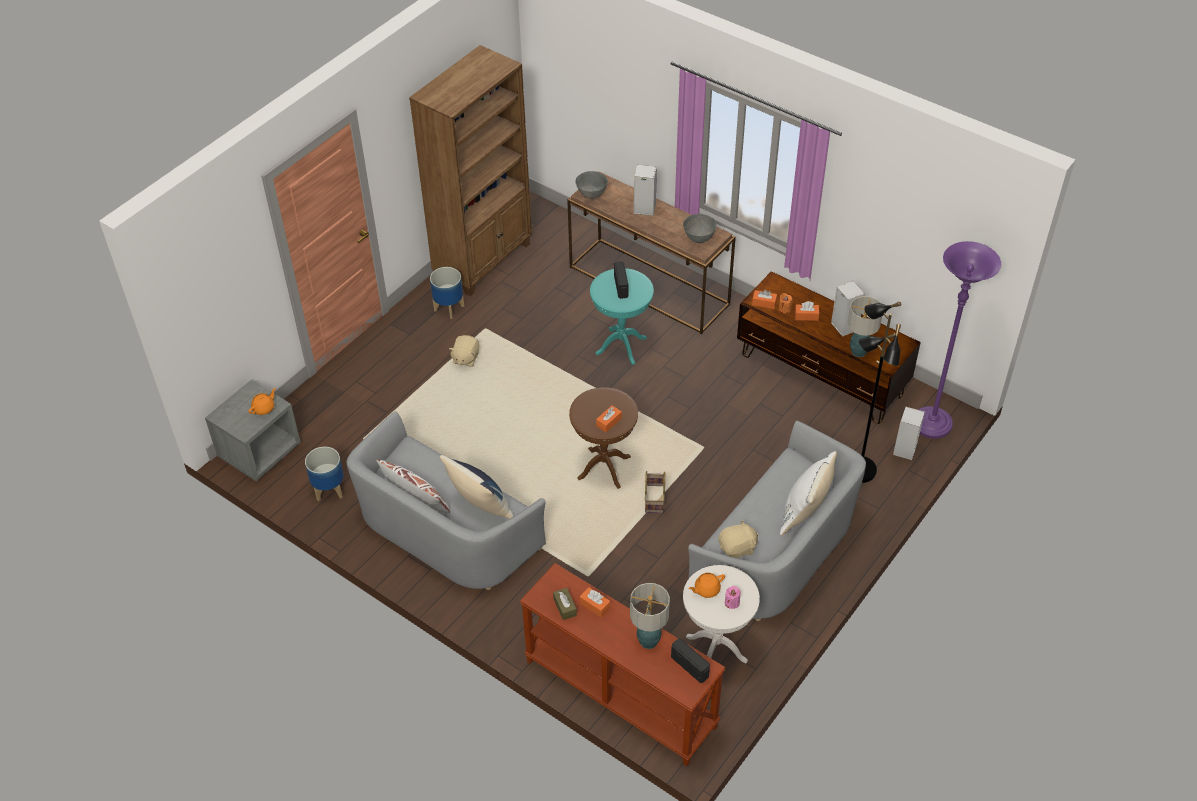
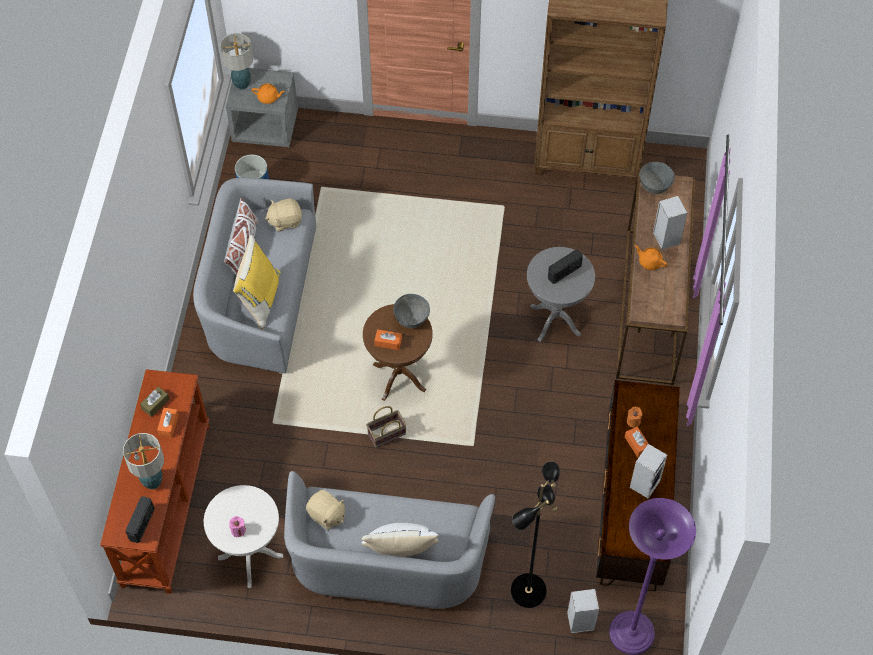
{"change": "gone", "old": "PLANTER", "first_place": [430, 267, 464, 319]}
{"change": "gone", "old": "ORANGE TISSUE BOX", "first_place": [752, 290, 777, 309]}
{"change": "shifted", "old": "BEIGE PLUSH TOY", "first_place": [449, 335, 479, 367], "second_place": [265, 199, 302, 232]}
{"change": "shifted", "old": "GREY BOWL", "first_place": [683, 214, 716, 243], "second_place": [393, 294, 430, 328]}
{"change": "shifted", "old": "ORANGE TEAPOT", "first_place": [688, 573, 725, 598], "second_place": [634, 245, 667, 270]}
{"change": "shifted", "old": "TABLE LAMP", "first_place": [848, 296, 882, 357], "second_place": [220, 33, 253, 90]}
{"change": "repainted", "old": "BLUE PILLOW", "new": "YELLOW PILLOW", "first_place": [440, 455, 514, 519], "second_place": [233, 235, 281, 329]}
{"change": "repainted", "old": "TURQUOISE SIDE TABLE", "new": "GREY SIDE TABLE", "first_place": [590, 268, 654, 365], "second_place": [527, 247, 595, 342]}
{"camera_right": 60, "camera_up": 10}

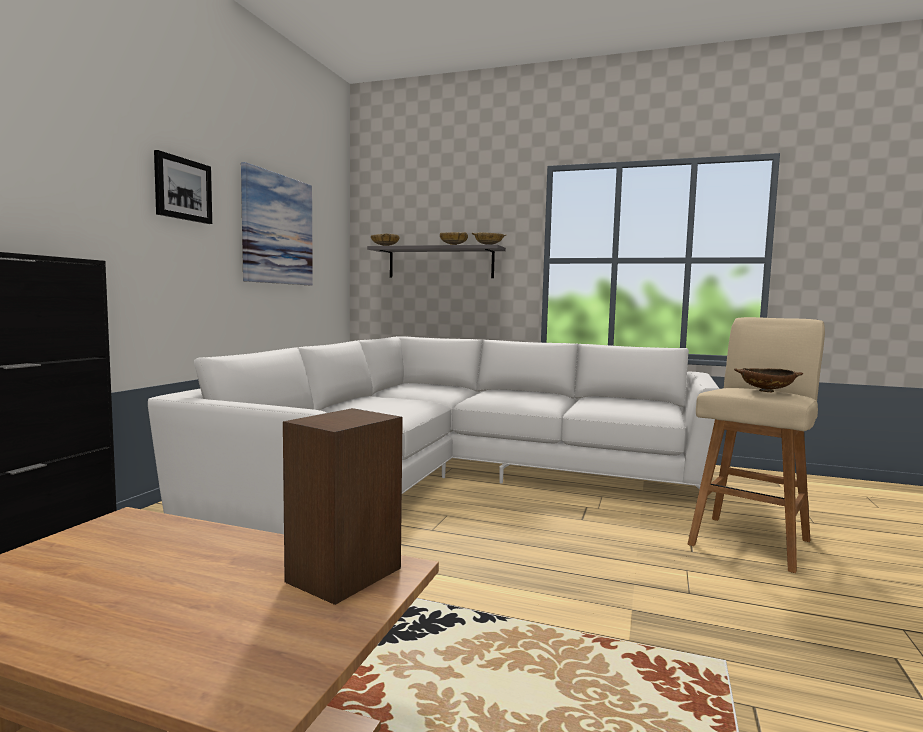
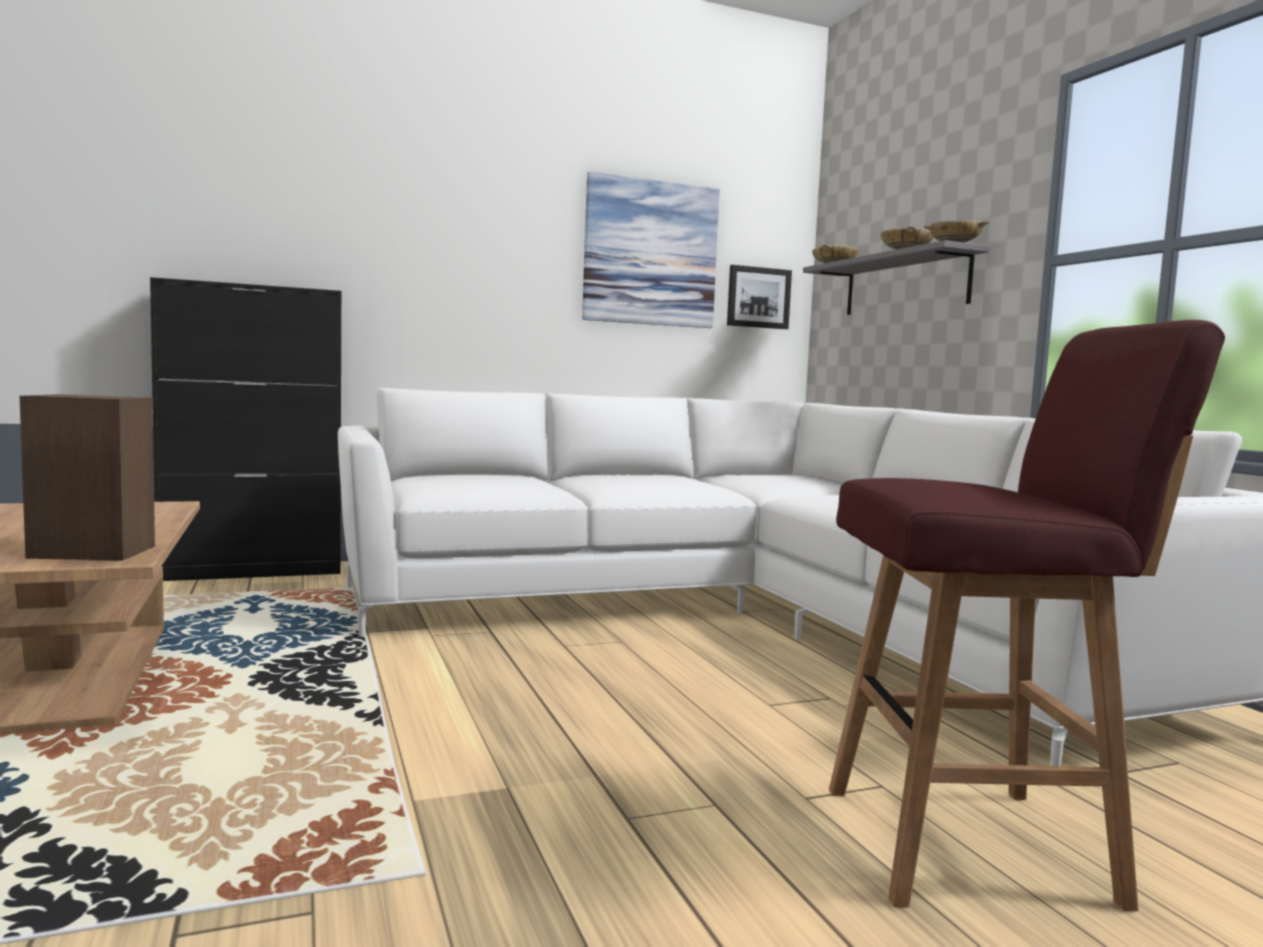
{"change": "gone", "old": "BROWN BOWL", "first_place": [734, 368, 803, 392]}
{"change": "shifted", "old": "PICTURE", "first_place": [154, 150, 212, 224], "second_place": [727, 265, 792, 329]}
{"change": "repainted", "old": "BEIGE STOOL", "new": "RED STOOL", "first_place": [688, 317, 825, 573], "second_place": [829, 320, 1225, 911]}
{"camera_right": 50, "camera_up": 0}

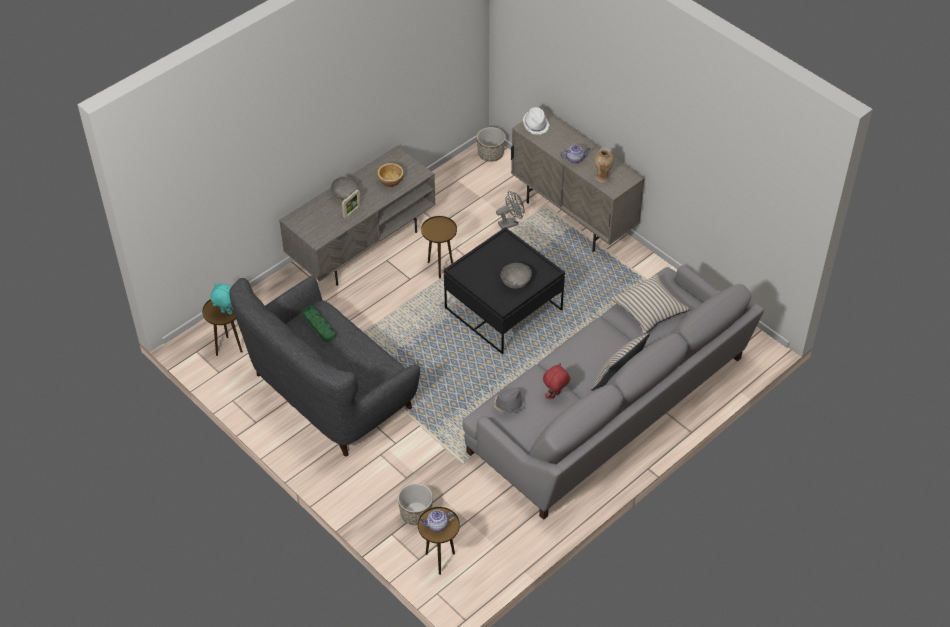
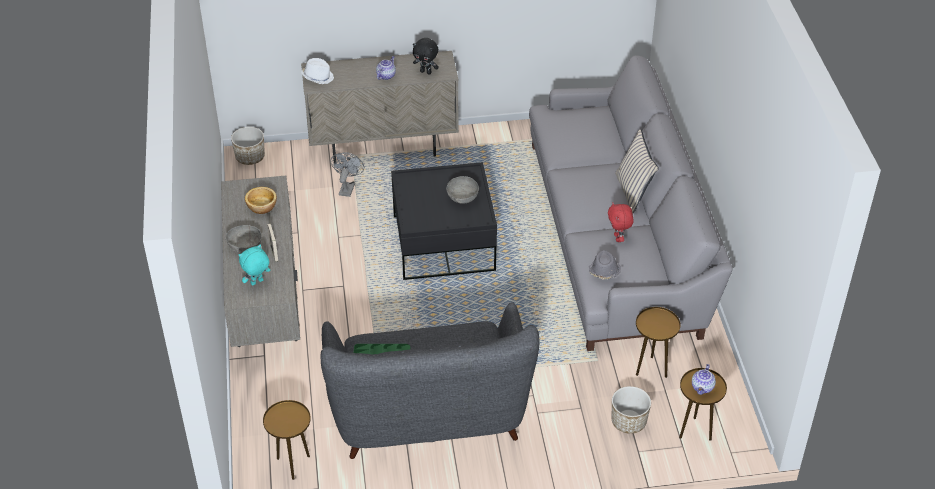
{"change": "gone", "old": "BEIGE PILLOW", "first_place": [610, 275, 690, 334]}
{"change": "shifted", "old": "TURQUOISE PLUSH TOY", "first_place": [210, 283, 233, 315], "second_place": [239, 244, 270, 286]}
{"change": "shifted", "old": "BROWN SIDE TABLE", "first_place": [421, 216, 457, 278], "second_place": [636, 307, 680, 378]}
{"change": "swapped", "old": "VASE", "new": "BLACK PLUSH TOY", "first_place": [594, 148, 614, 183], "second_place": [413, 38, 439, 74]}
{"camera_right": -55, "camera_up": -5}

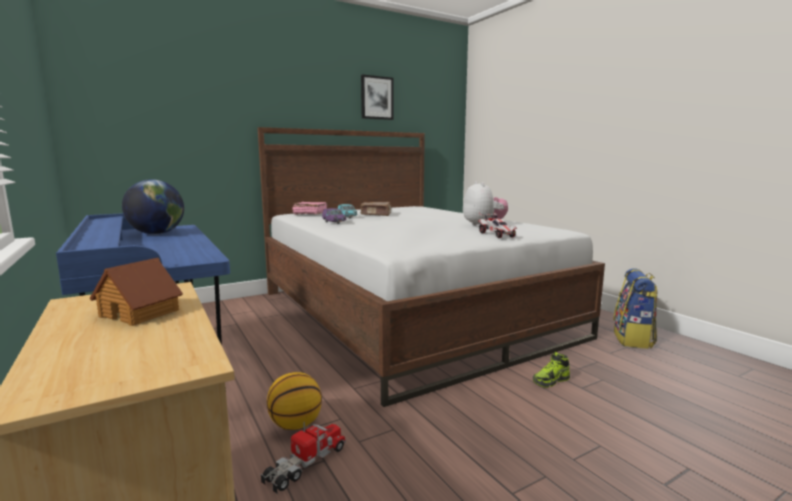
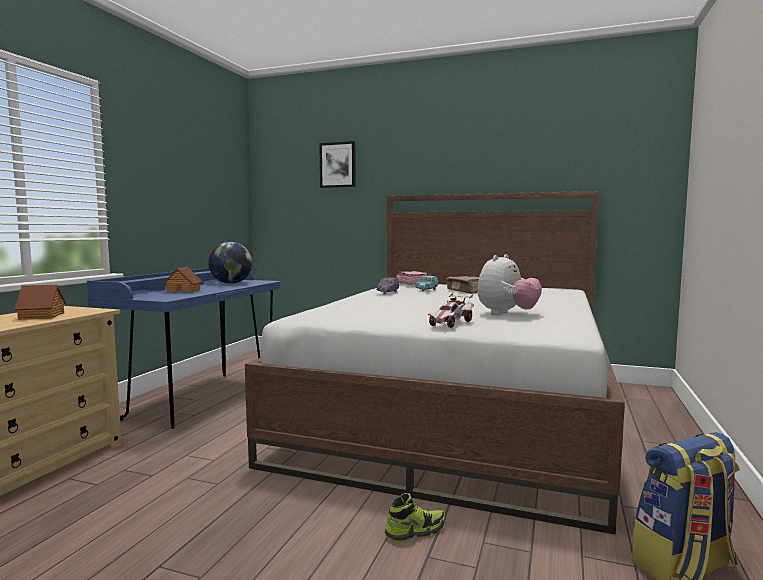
{"change": "gone", "old": "TOY TRUCK", "first_place": [260, 422, 346, 494]}
{"change": "gone", "old": "BASKETBALL", "first_place": [267, 372, 322, 430]}
{"change": "new", "new": "TOY HOUSE", "second_place": [163, 267, 203, 293]}
{"change": "shifted", "old": "PICTURE", "first_place": [361, 74, 394, 120], "second_place": [319, 141, 356, 188]}
{"change": "rotated", "old": "SHOE", "first_place": [533, 351, 570, 388], "second_place": [385, 493, 446, 542], "degrees": 135}
{"camera_right": 50, "camera_up": -5}

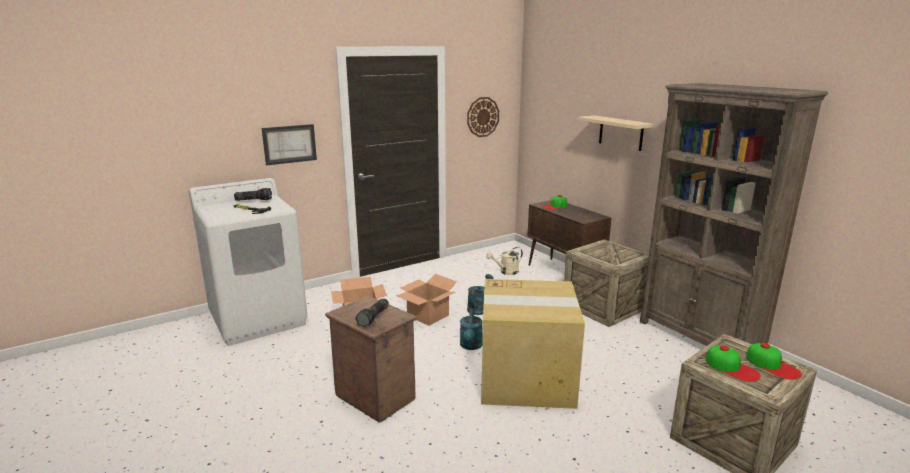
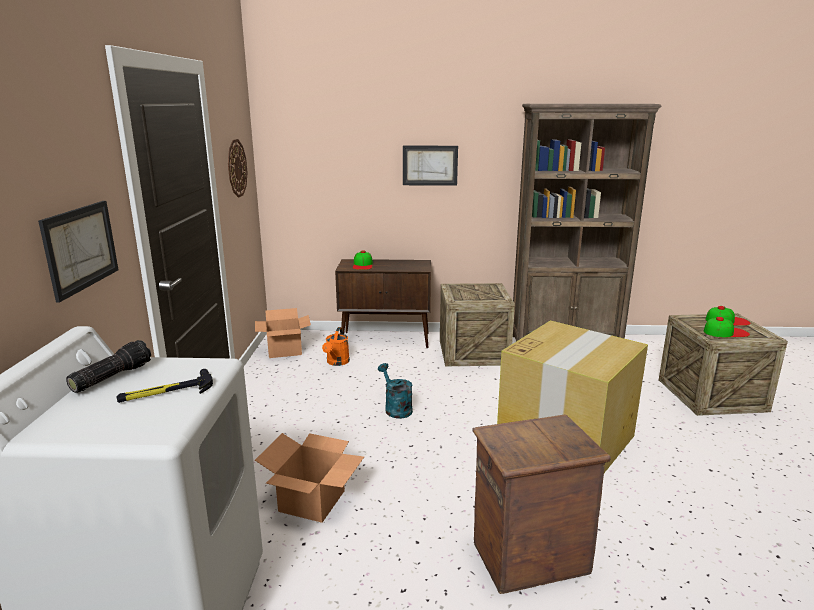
{"change": "gone", "old": "FLASHLIGHT", "first_place": [356, 298, 389, 327]}
{"change": "gone", "old": "TURQUOISE WATERING CAN", "first_place": [460, 309, 483, 350]}
{"change": "shifted", "old": "CARDBOARD BOX", "first_place": [396, 274, 457, 326], "second_place": [255, 308, 311, 358]}
{"change": "swapped", "old": "BEIGE SHELF", "new": "PICTURE", "first_place": [578, 115, 653, 151], "second_place": [403, 146, 458, 186]}
{"change": "repainted", "old": "BEIGE WATERING CAN", "new": "ORANGE WATERING CAN", "first_place": [486, 247, 523, 275], "second_place": [322, 327, 350, 366]}
{"camera_right": -55, "camera_up": 0}

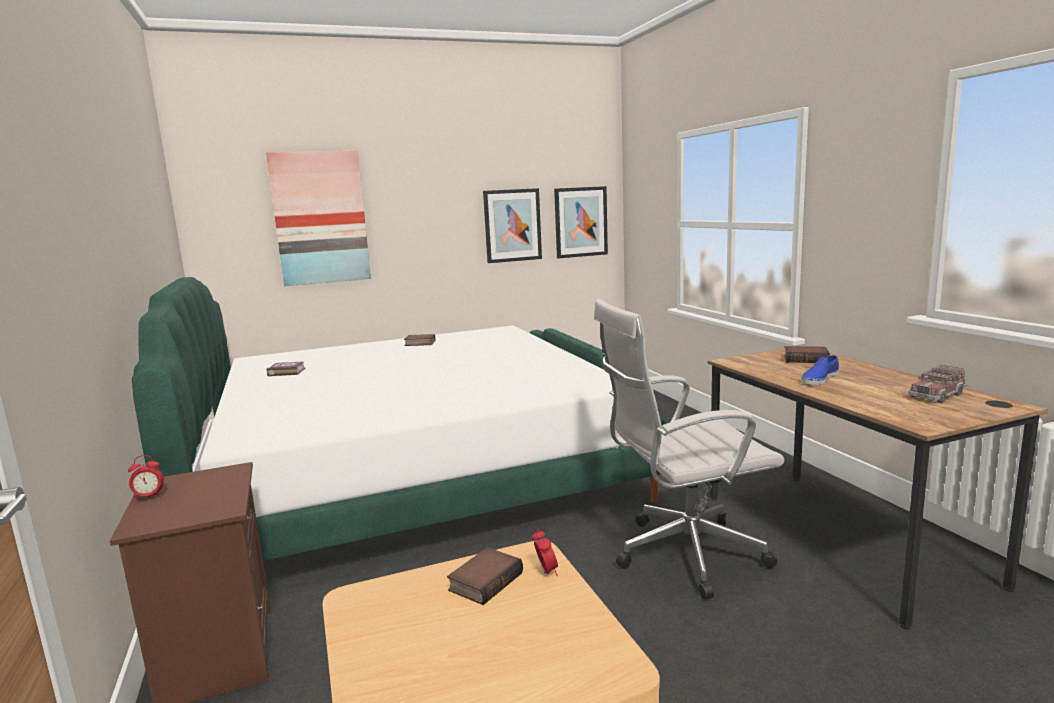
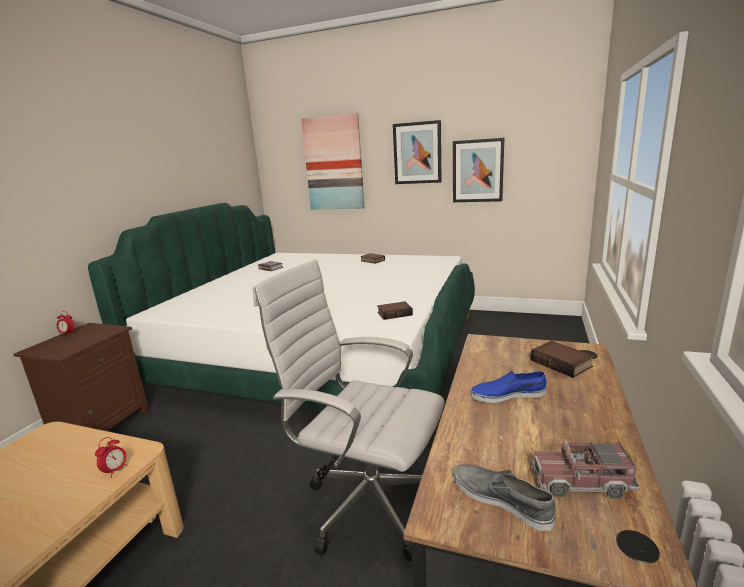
{"change": "new", "new": "GREY SHOE", "second_place": [454, 464, 556, 531]}
{"change": "shifted", "old": "BOOK", "first_place": [447, 547, 523, 605], "second_place": [377, 301, 413, 320]}
{"change": "shifted", "old": "PICTURE", "first_place": [554, 186, 608, 258], "second_place": [393, 120, 441, 184]}
{"camera_right": 40, "camera_up": 5}

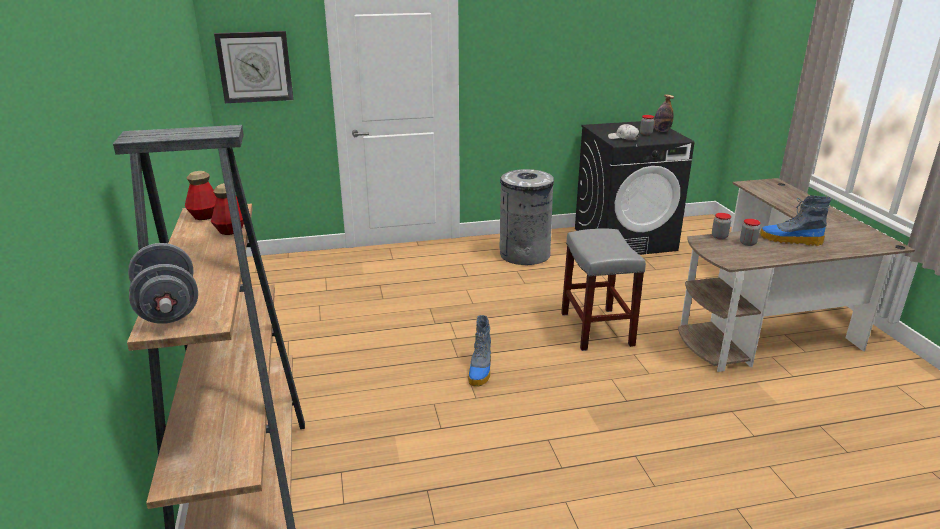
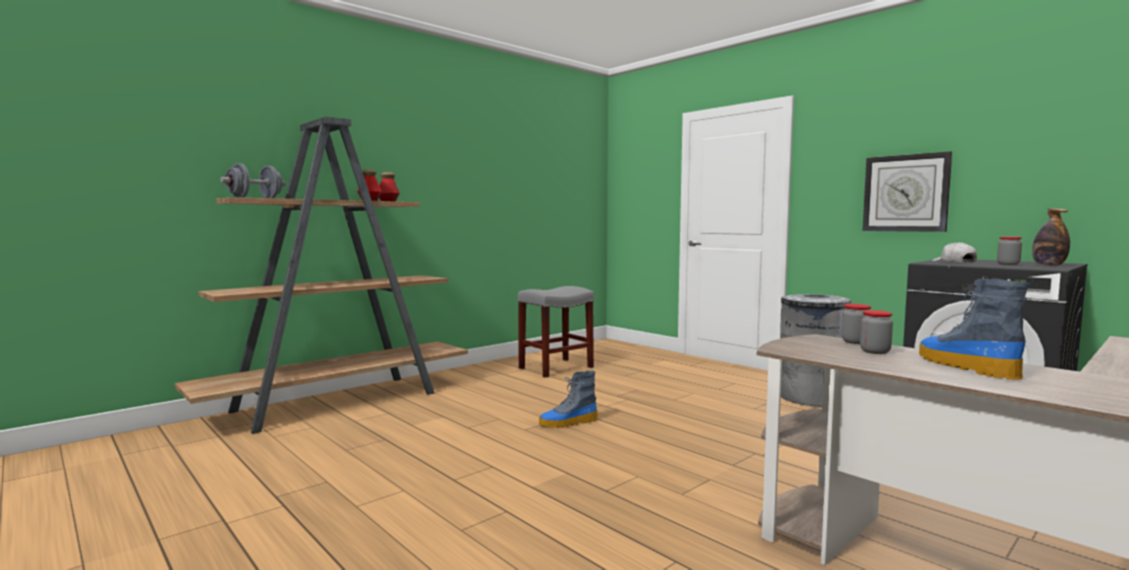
{"change": "shifted", "old": "WALL CLOCK", "first_place": [214, 31, 293, 103], "second_place": [862, 151, 952, 232]}
{"change": "shifted", "old": "GREY STOOL", "first_place": [561, 228, 646, 351], "second_place": [518, 286, 594, 378]}
{"camera_right": 60, "camera_up": -20}

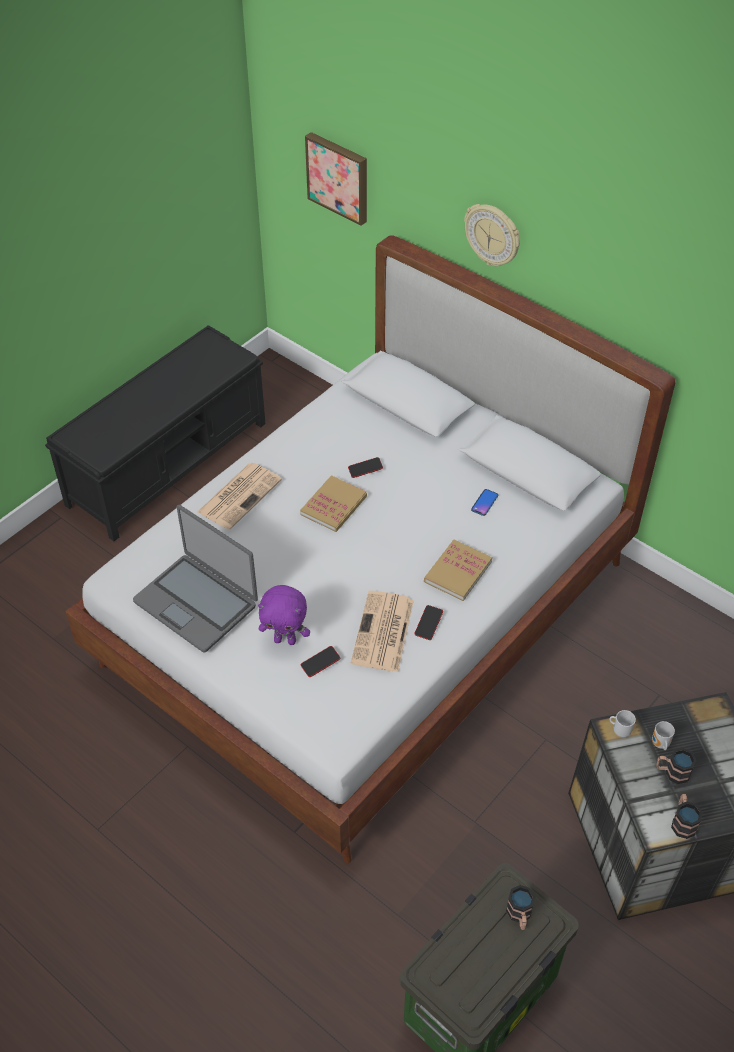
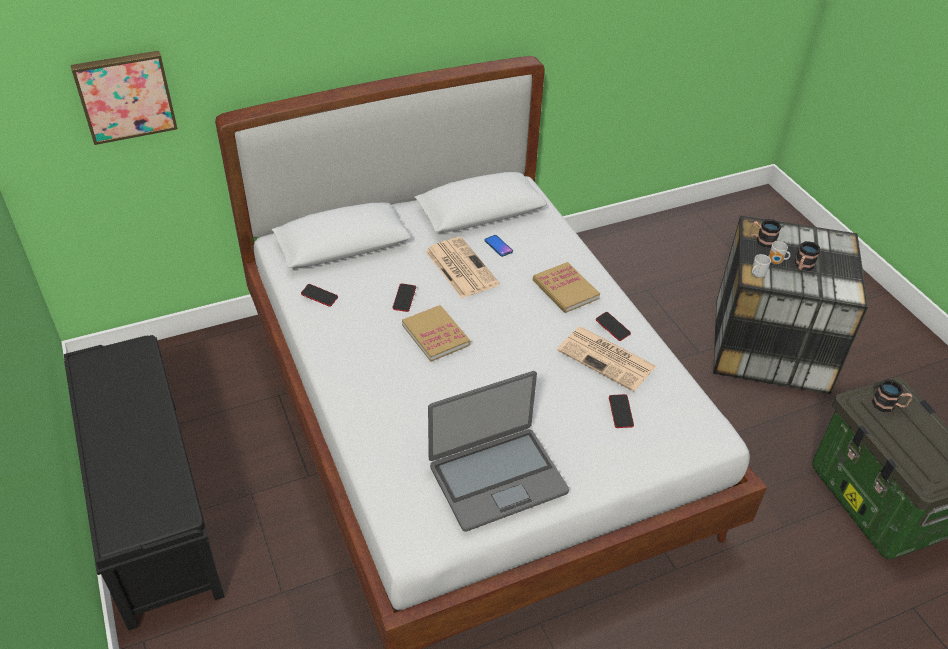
{"change": "gone", "old": "PURPLE PLUSH TOY", "first_place": [258, 585, 310, 645]}
{"change": "gone", "old": "WALL CLOCK", "first_place": [464, 204, 520, 266]}
{"change": "new", "new": "PHONE", "second_place": [301, 284, 338, 307]}
{"change": "shifted", "old": "NEWSPAPER", "first_place": [197, 463, 282, 530], "second_place": [425, 237, 500, 298]}
{"change": "shifted", "old": "MUG", "first_place": [671, 794, 703, 839], "second_place": [750, 219, 782, 248]}
{"camera_right": -65, "camera_up": -5}

